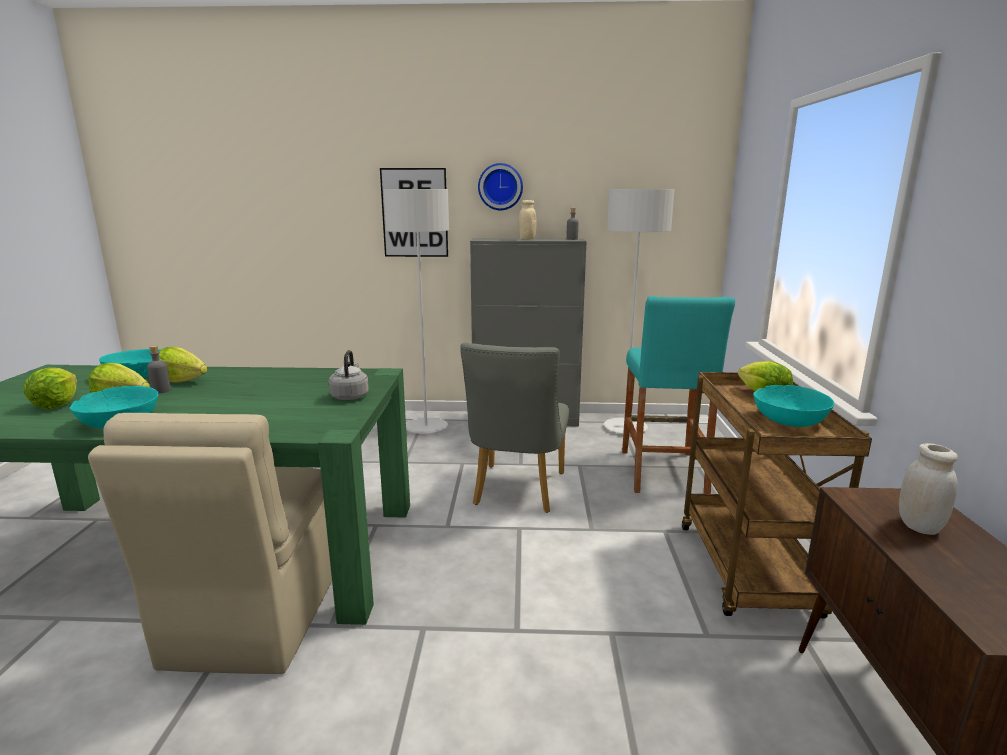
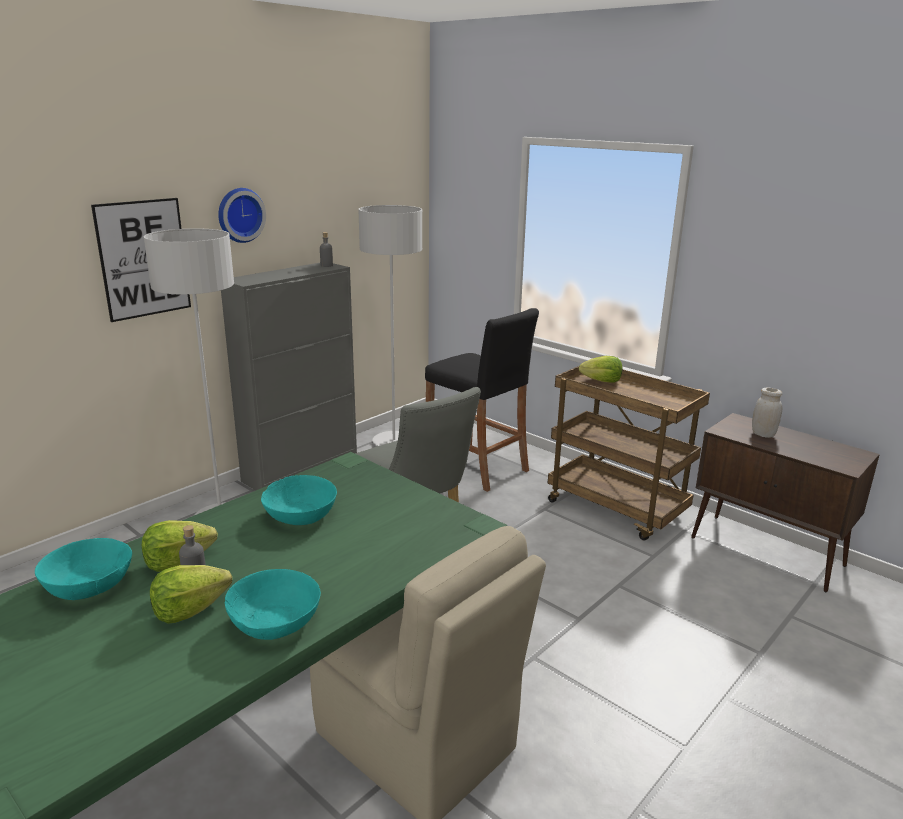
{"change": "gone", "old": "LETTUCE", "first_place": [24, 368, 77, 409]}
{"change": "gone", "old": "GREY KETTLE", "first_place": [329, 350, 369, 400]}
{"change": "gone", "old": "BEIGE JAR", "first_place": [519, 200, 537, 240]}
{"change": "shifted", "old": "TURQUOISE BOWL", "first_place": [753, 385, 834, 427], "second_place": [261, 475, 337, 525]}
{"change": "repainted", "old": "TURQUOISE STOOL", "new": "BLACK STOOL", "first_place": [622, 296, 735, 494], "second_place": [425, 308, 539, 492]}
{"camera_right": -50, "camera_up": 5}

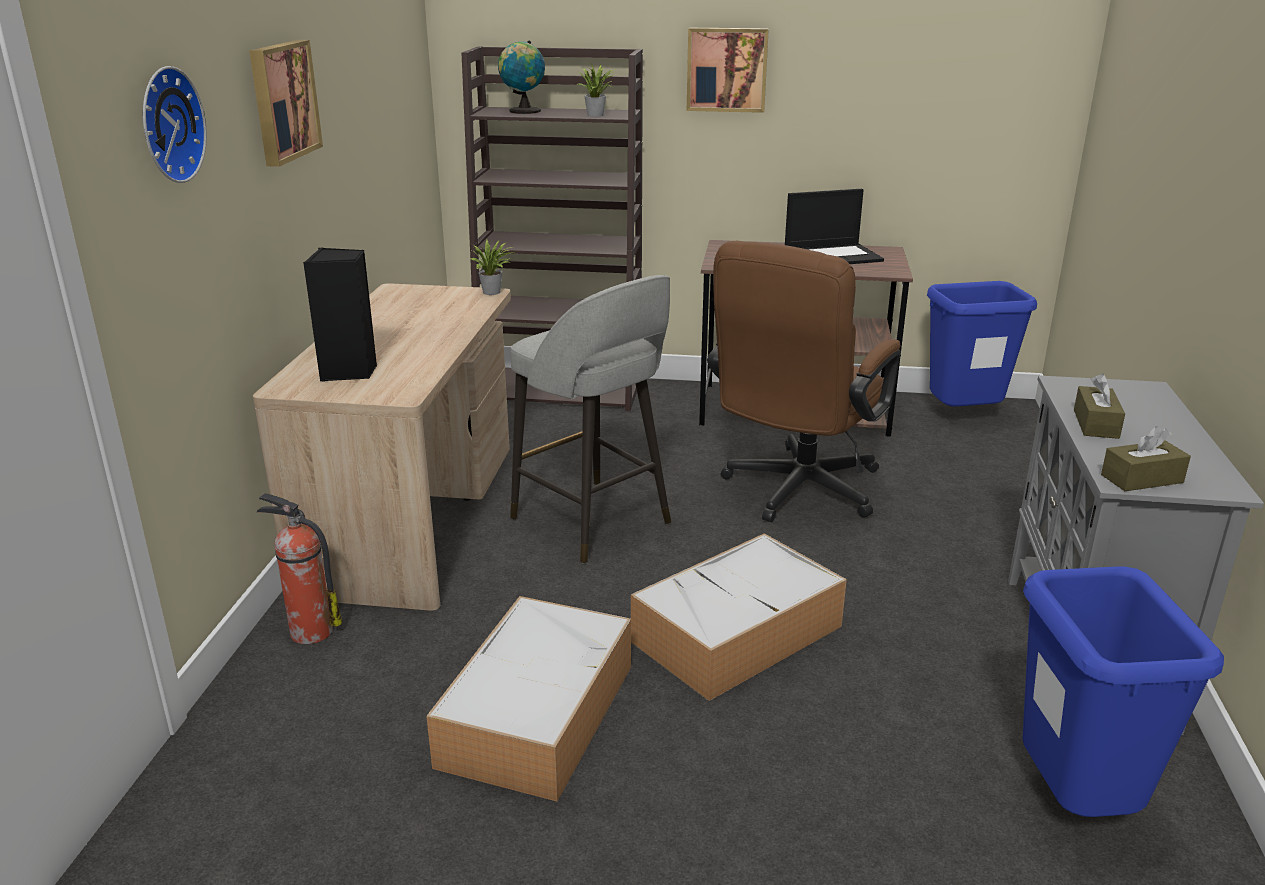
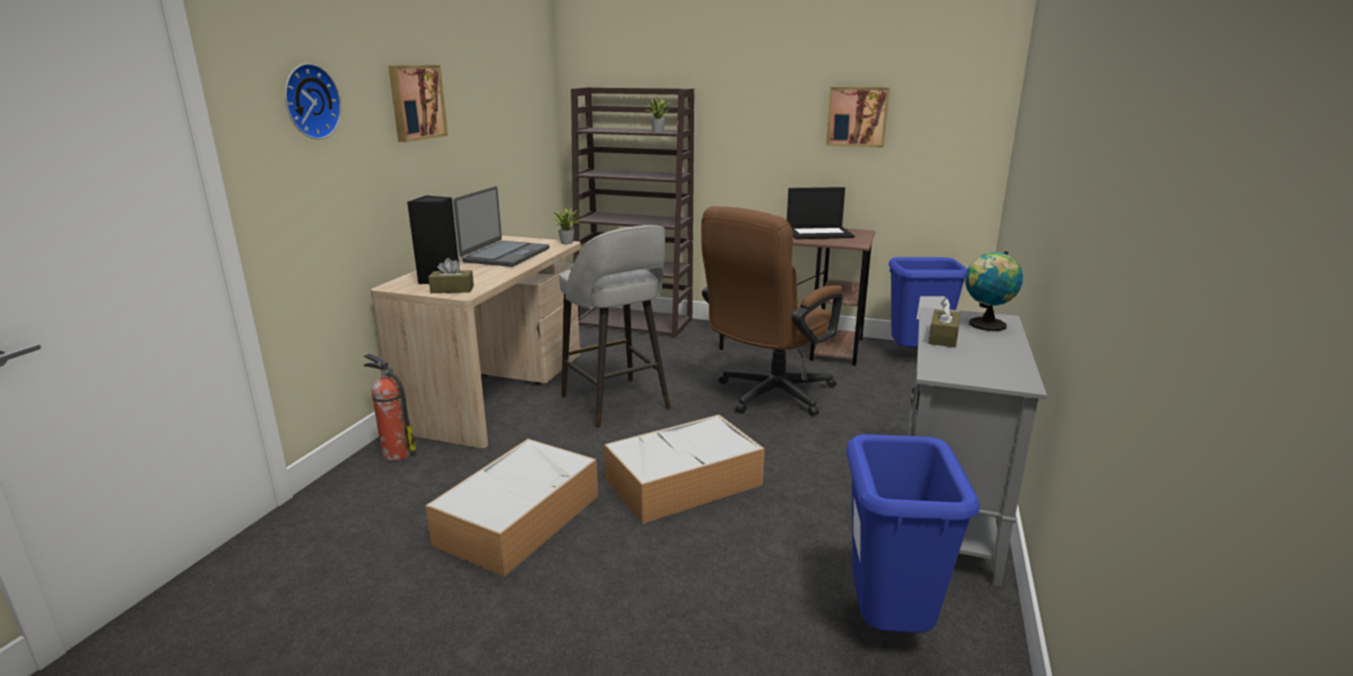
{"change": "new", "new": "LAPTOP", "second_place": [453, 186, 549, 267]}
{"change": "shifted", "old": "GLOBE", "first_place": [498, 41, 545, 114], "second_place": [965, 251, 1023, 331]}
{"change": "shifted", "old": "PICTURE", "first_place": [687, 28, 769, 113], "second_place": [826, 87, 890, 148]}
{"change": "shifted", "old": "BROWN TISSUE BOX", "first_place": [1101, 426, 1191, 491], "second_place": [428, 258, 474, 293]}
{"camera_right": 10, "camera_up": -5}

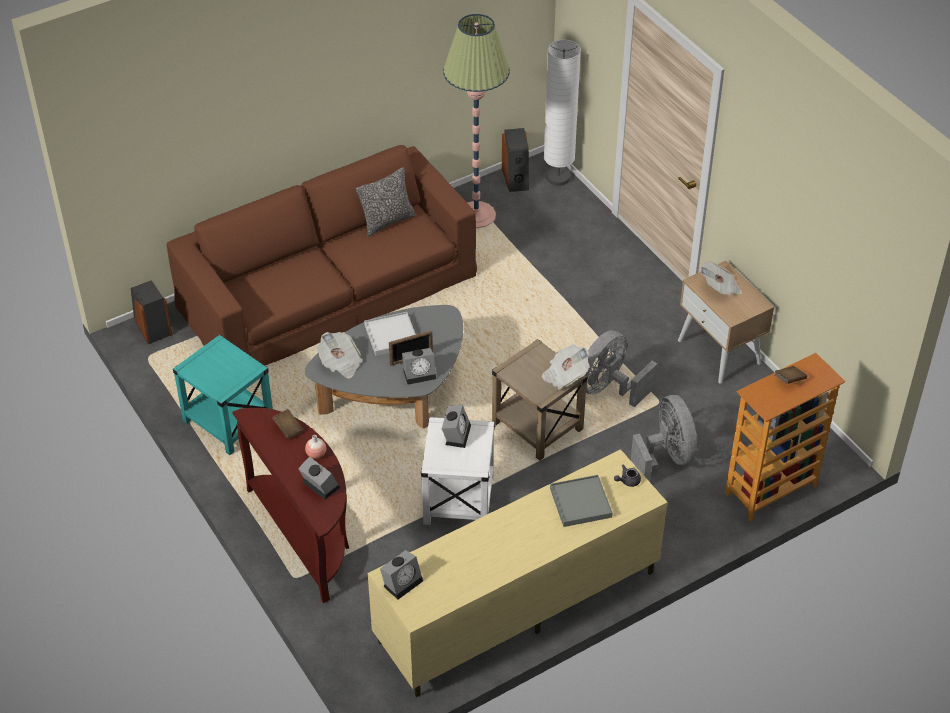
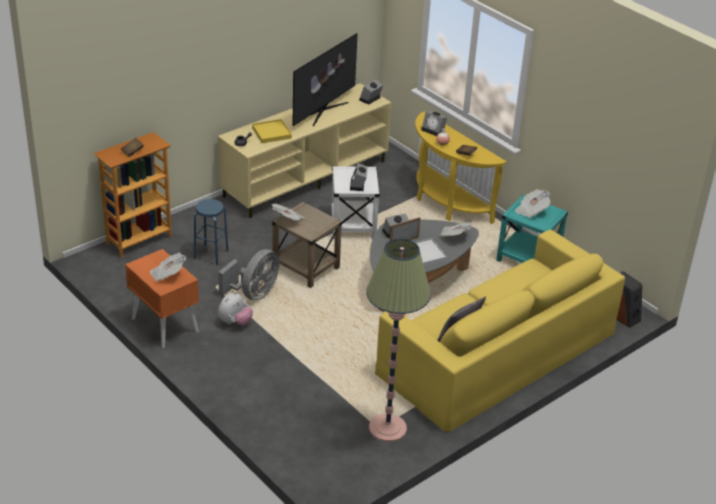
{"change": "gone", "old": "SPEAKER", "first_place": [502, 128, 529, 192]}
{"change": "gone", "old": "WHITE FLOOR LAMP", "first_place": [544, 40, 581, 186]}
{"change": "new", "new": "PLUSH TOY", "second_place": [218, 292, 253, 326]}
{"change": "new", "new": "TELEVISION", "second_place": [292, 33, 357, 126]}
{"change": "new", "new": "NEWSPAPER", "second_place": [515, 189, 550, 218]}
{"change": "swapped", "old": "GREY FAN", "new": "BLUE STOOL", "first_place": [631, 395, 697, 482], "second_place": [194, 199, 228, 265]}
{"change": "repainted", "old": "BROWN SOFA", "new": "YELLOW SOFA", "first_place": [167, 145, 477, 366], "second_place": [375, 230, 625, 432]}
{"change": "repainted", "old": "BROWN CONSOLE TABLE", "new": "YELLOW CONSOLE TABLE", "first_place": [233, 408, 349, 603], "second_place": [415, 111, 507, 224]}
{"change": "repainted", "old": "GREY TRAY", "new": "YELLOW TRAY", "first_place": [550, 475, 613, 527], "second_place": [252, 119, 292, 143]}
{"change": "repainted", "old": "BEIGE NIGHTSTAND", "new": "ORANGE NIGHTSTAND", "first_place": [678, 260, 774, 384], "second_place": [125, 249, 199, 348]}
{"camera_right": 170, "camera_up": -10}

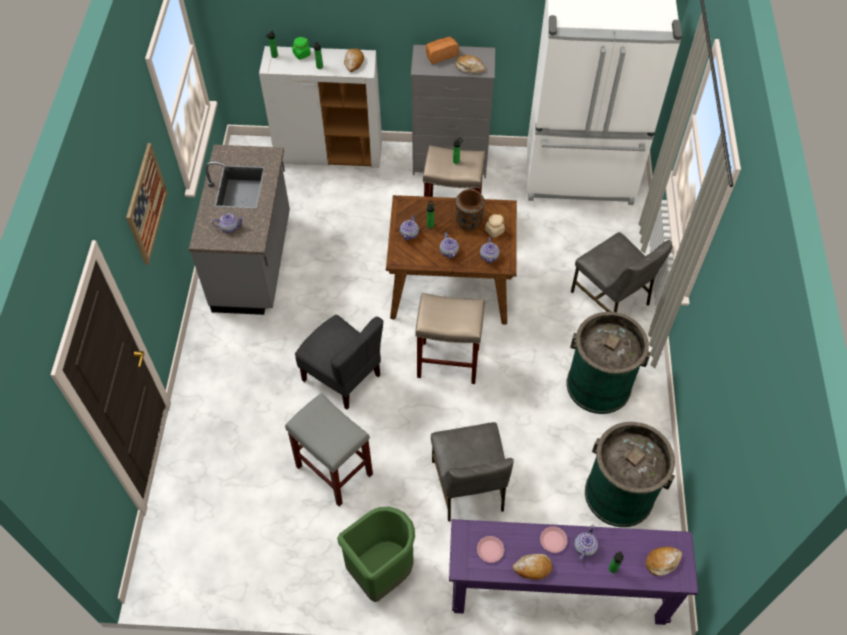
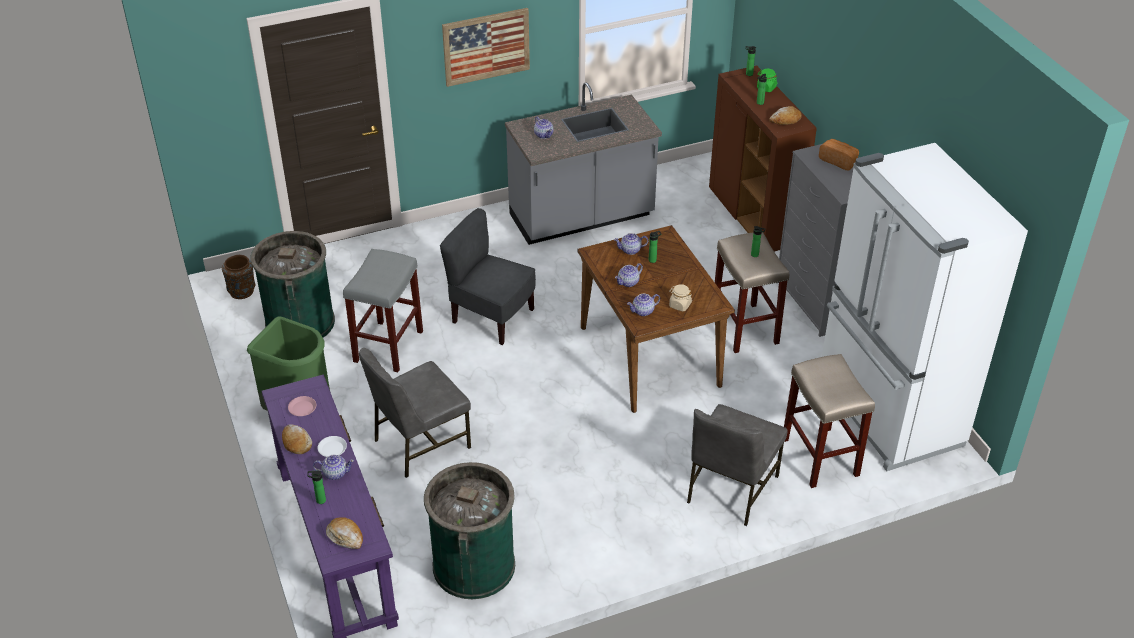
{"change": "gone", "old": "BREAD", "first_place": [455, 55, 485, 73]}
{"change": "shifted", "old": "BEIGE STOOL", "first_place": [415, 293, 485, 384], "second_place": [784, 354, 875, 488]}
{"change": "shifted", "old": "BROWN VASE", "first_place": [455, 189, 485, 231], "second_place": [222, 255, 255, 299]}
{"change": "shifted", "old": "GREEN TRASH CAN", "first_place": [566, 312, 650, 414], "second_place": [250, 231, 335, 338]}
{"change": "repainted", "old": "WHITE CABINET", "new": "BROWN CABINET", "first_place": [259, 46, 382, 168], "second_place": [709, 65, 817, 251]}
{"change": "repainted", "old": "PINK PLATE", "new": "WHITE PLATE", "first_place": [540, 526, 568, 553], "second_place": [318, 436, 347, 457]}
{"change": "rotated", "old": "GREY CHAIR", "first_place": [295, 315, 383, 410], "second_place": [440, 208, 536, 345], "degrees": 105}
{"camera_right": 65, "camera_up": -15}

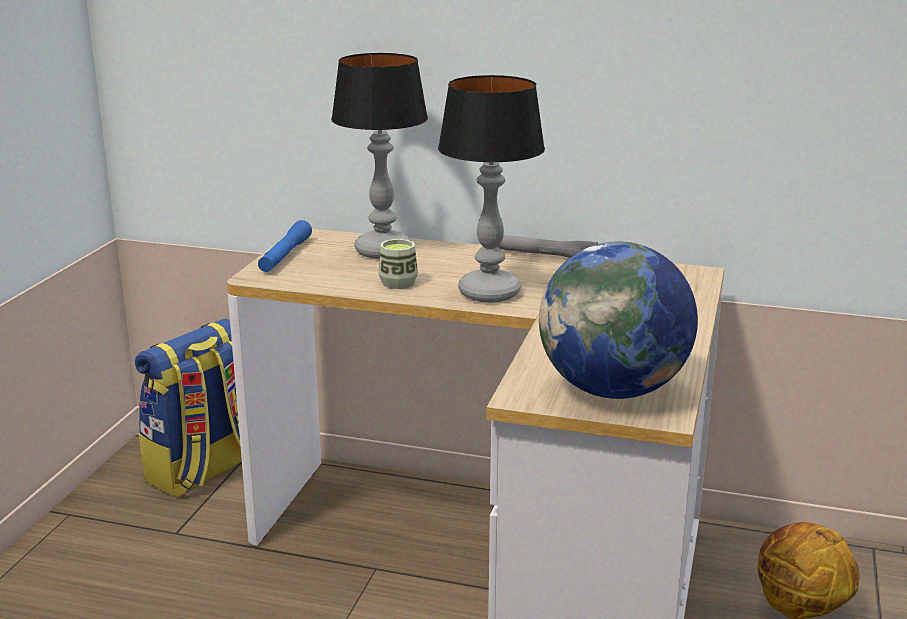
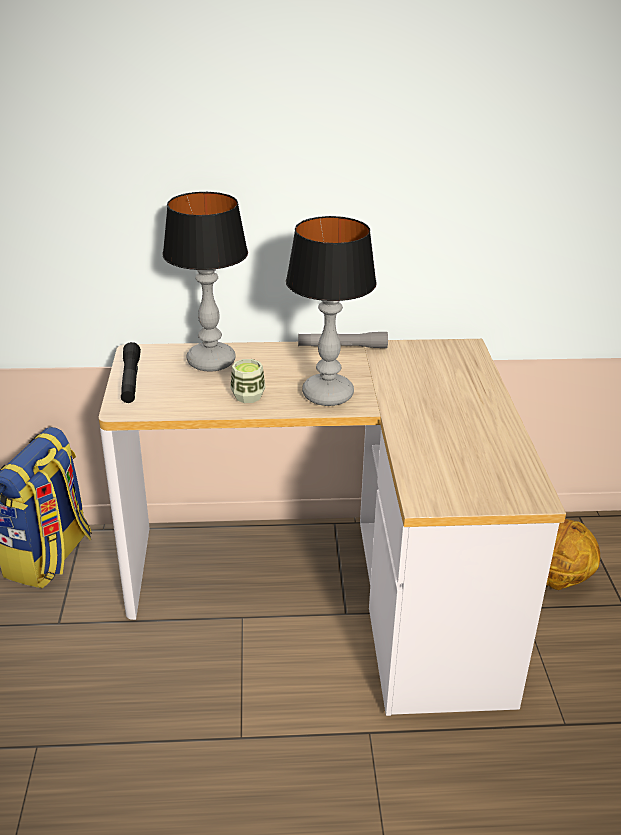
{"change": "gone", "old": "GLOBE", "first_place": [539, 242, 698, 399]}
{"change": "repainted", "old": "BLUE FLASHLIGHT", "new": "BLACK FLASHLIGHT", "first_place": [258, 220, 312, 272], "second_place": [121, 342, 141, 403]}
{"camera_right": -20, "camera_up": 10}

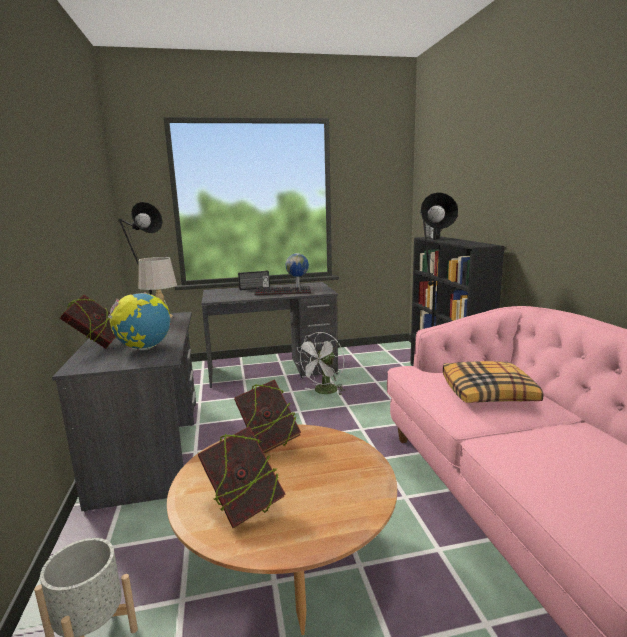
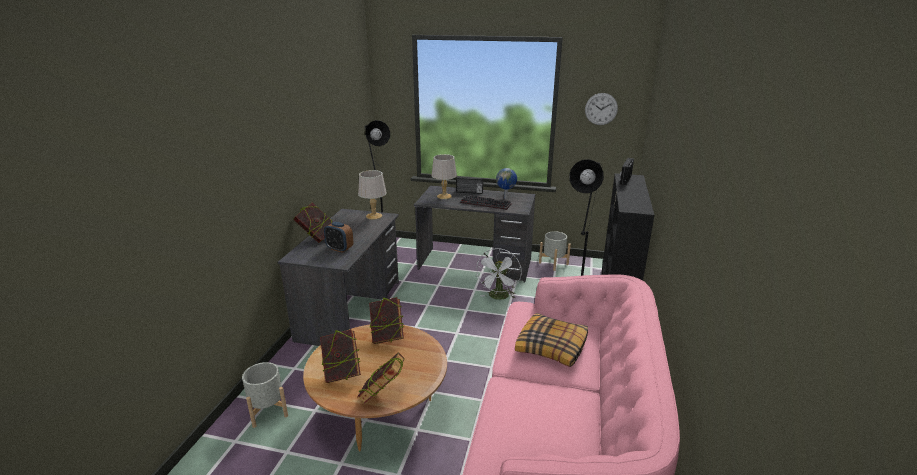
{"change": "new", "new": "BOOK", "second_place": [357, 352, 405, 404]}
{"change": "new", "new": "GREY TABLE LAMP", "second_place": [432, 154, 457, 199]}
{"change": "new", "new": "GREY PLANTER", "second_place": [539, 231, 571, 271]}
{"change": "new", "new": "WALL CLOCK", "second_place": [585, 93, 618, 125]}
{"change": "swapped", "old": "GLOBE", "new": "ALARM CLOCK", "first_place": [108, 292, 170, 350], "second_place": [324, 222, 353, 253]}
{"change": "rotated", "old": "WHITE FAN", "first_place": [295, 332, 346, 395], "second_place": [476, 248, 522, 300], "degrees": -45}
{"camera_right": 25, "camera_up": 10}

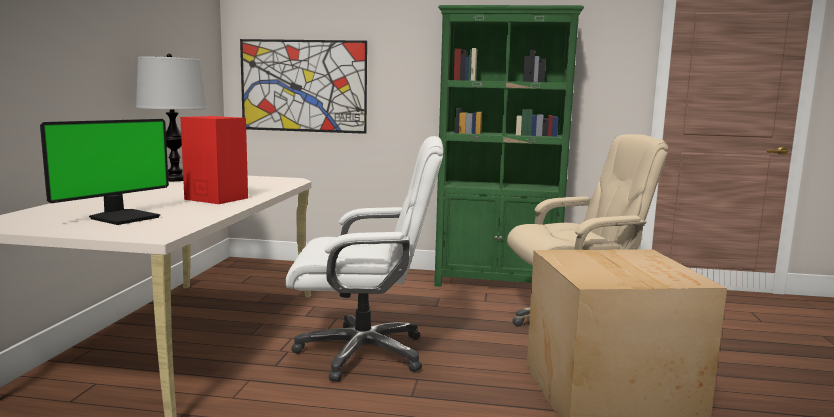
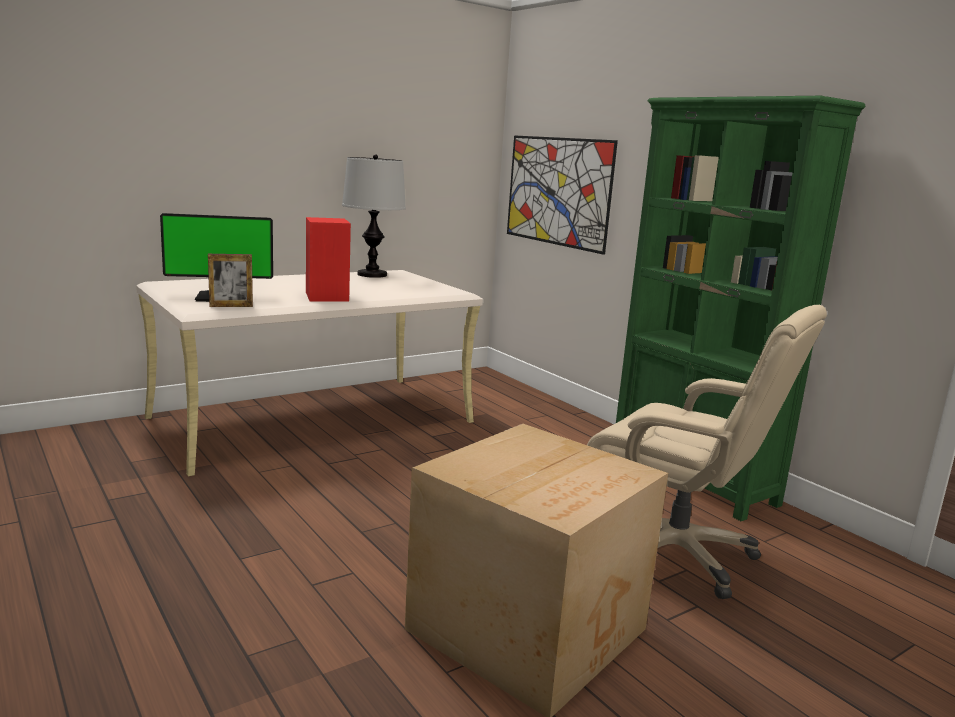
{"change": "gone", "old": "WHITE OFFICE CHAIR", "first_place": [285, 136, 443, 382]}
{"change": "new", "new": "PICTURE FRAME", "second_place": [208, 254, 253, 307]}
{"camera_right": 45, "camera_up": 5}

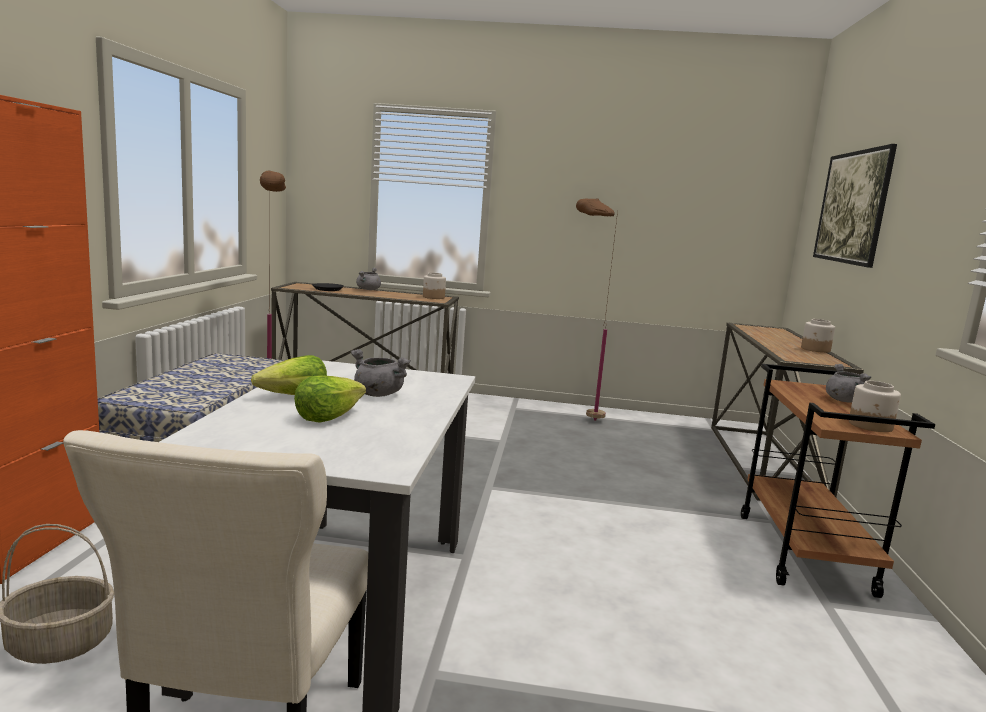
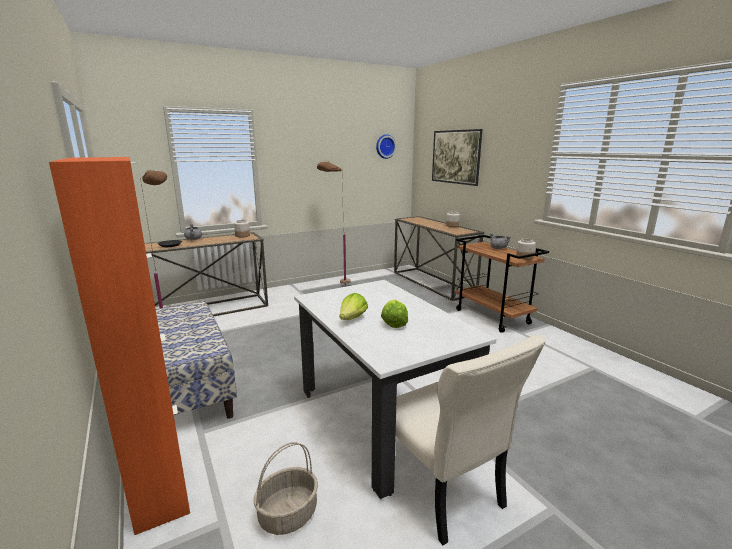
{"change": "gone", "old": "GREY COOKING POT", "first_place": [351, 349, 411, 397]}
{"change": "new", "new": "WALL CLOCK", "second_place": [376, 134, 396, 159]}
{"camera_right": -35, "camera_up": 5}

